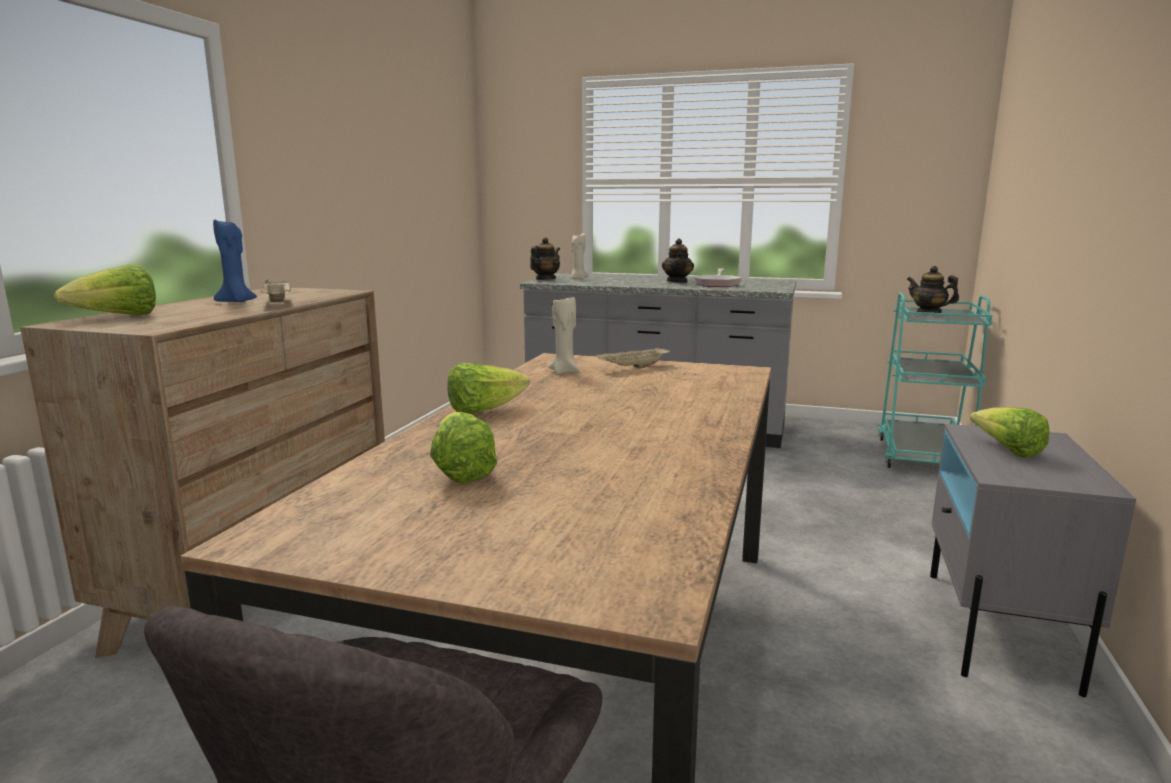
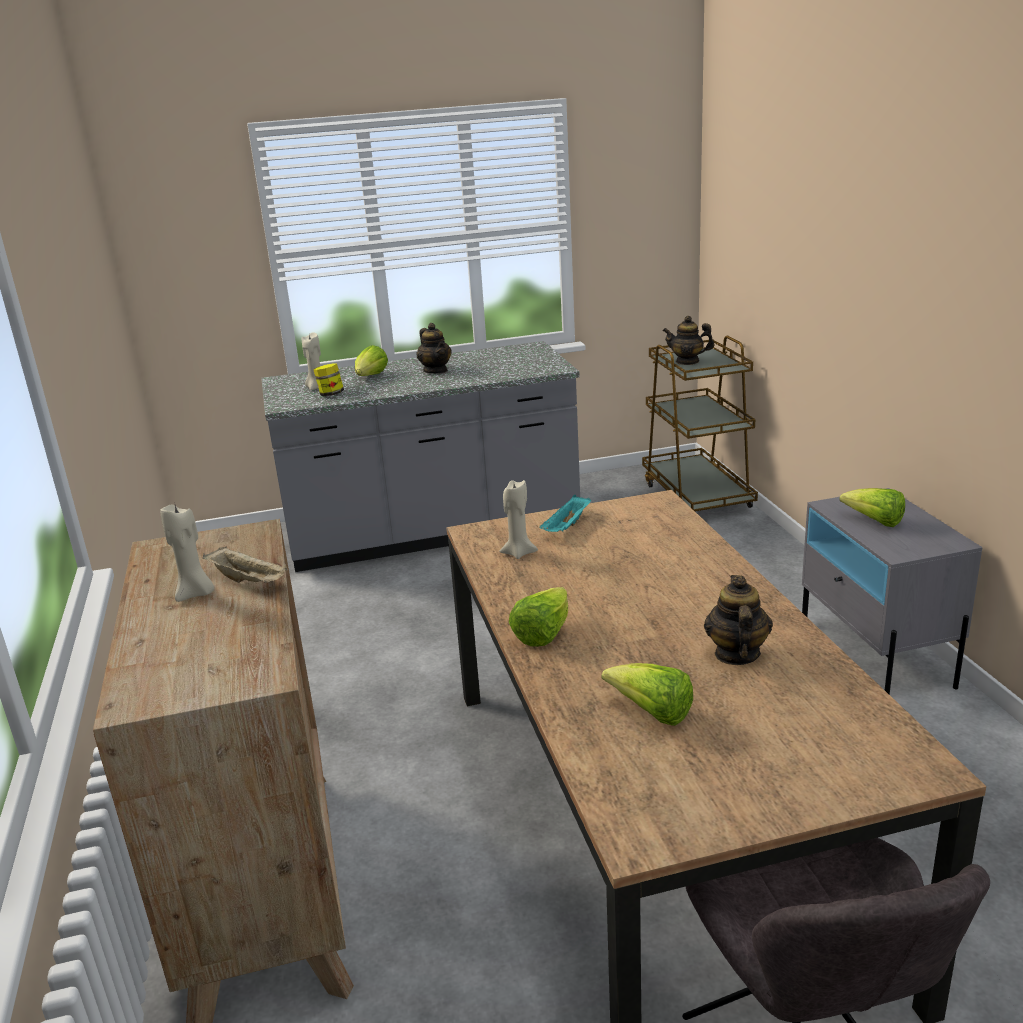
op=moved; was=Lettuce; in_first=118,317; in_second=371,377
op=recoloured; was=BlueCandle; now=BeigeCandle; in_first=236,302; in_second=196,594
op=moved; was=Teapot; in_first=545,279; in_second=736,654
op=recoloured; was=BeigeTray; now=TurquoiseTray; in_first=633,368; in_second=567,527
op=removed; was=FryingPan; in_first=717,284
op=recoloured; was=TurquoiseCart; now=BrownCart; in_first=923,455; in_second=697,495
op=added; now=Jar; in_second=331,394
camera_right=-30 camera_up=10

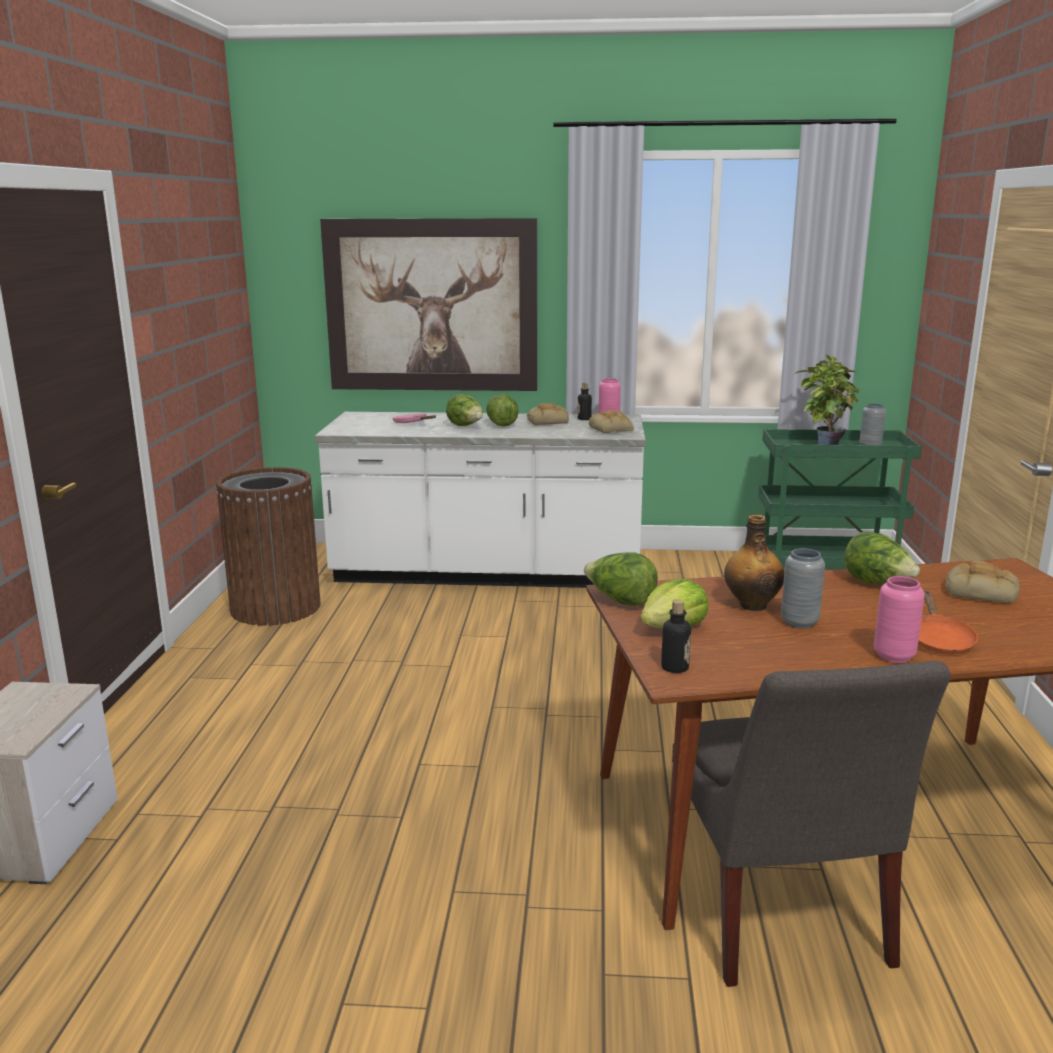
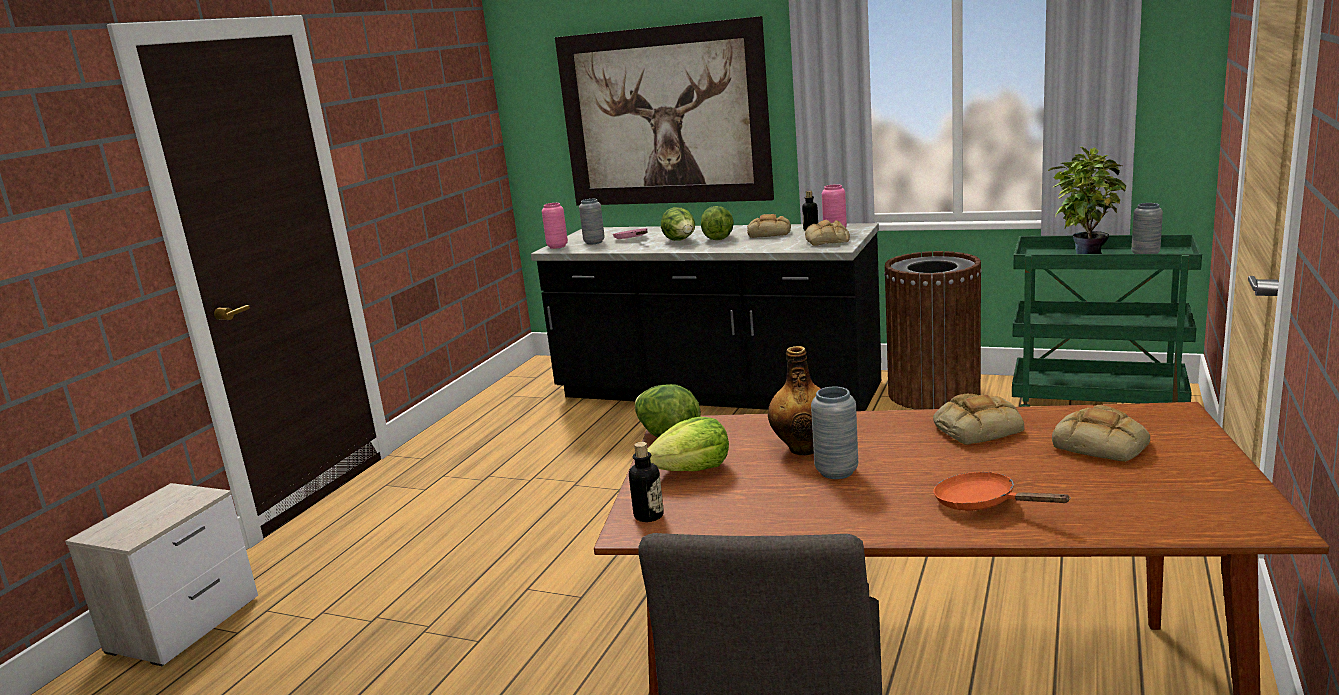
op=moved; was=BrownTrashCan; in_first=276,607; in_second=934,394
op=recoloured; was=WhiteCounter; now=BlackCounter; in_first=487,573; in_second=716,393
op=replaced; was=Lettuce; now=Bread; in_first=877,583; in_second=978,428
op=moved; was=PinkVase; in_first=894,656; in_second=557,246
op=turned; was=OrangeFryingPan; in_first=938,640; in_second=982,504; clockwise=105
op=added; now=GreyVase; in_second=594,242
camera_right=20 camera_up=0

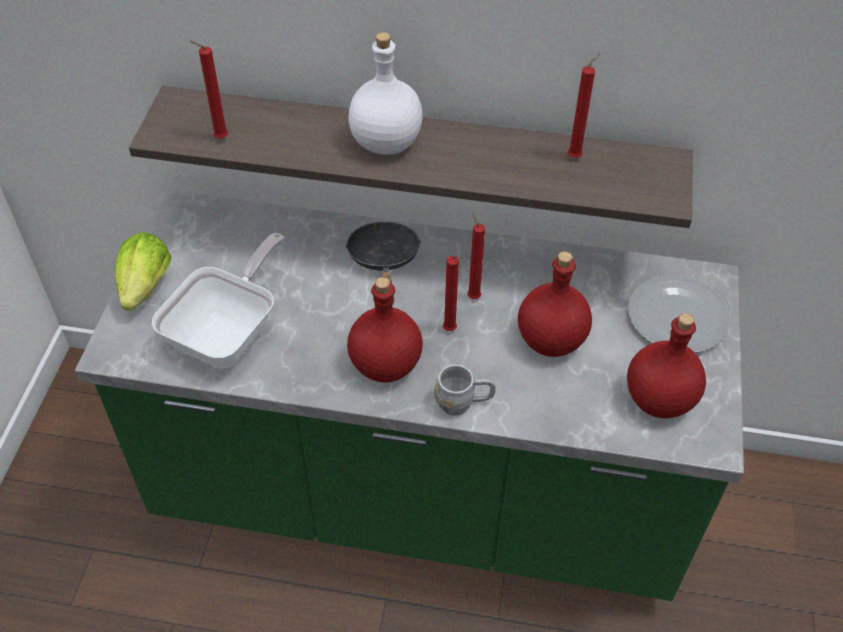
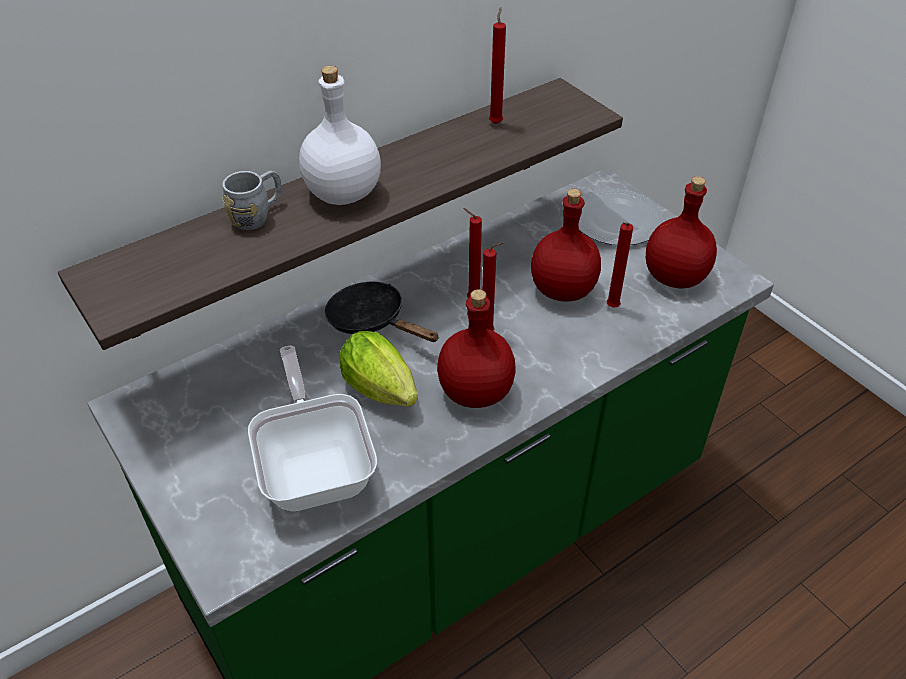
op=moved; was=Lettuce; in_first=144,291; in_second=383,392
op=moved; was=RedCandle; in_first=219,138; in_second=611,308
op=moved; was=GreyMug; in_first=463,403; in_second=258,216
camera_right=-45 camera_up=-5

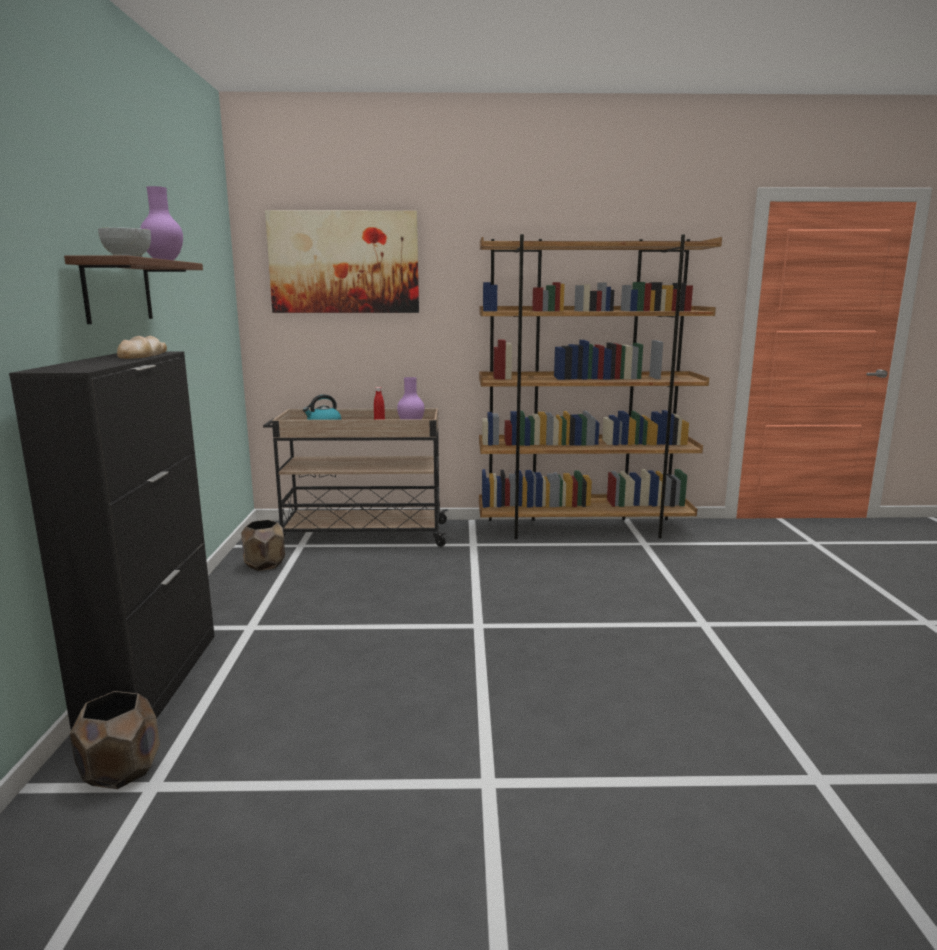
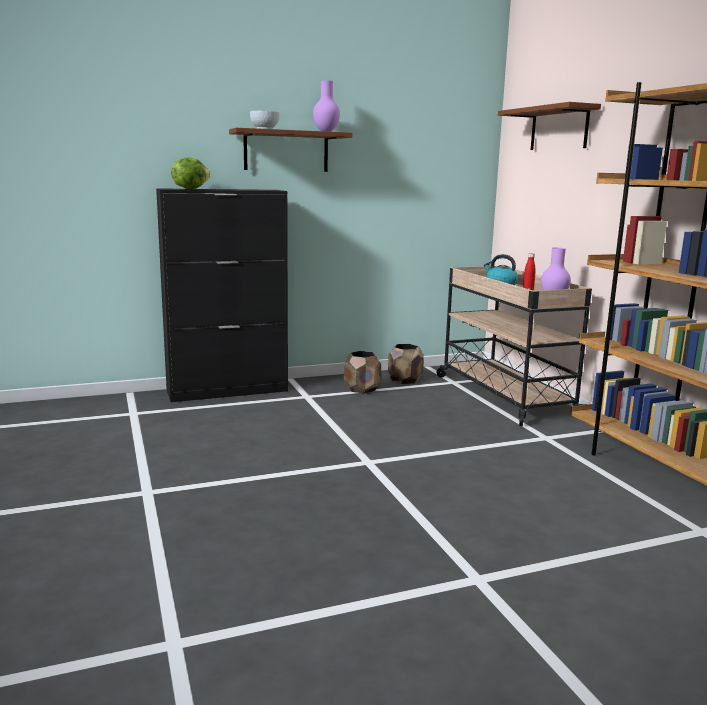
op=moved; was=BrownPlanter; in_first=121,770; in_second=362,389
op=removed; was=Bread; in_first=143,355
op=replaced; was=Picture; now=BrownShelf; in_first=344,262; in_second=559,129
op=added; now=Lettuce; in_second=190,188
camera_right=70 camera_up=0

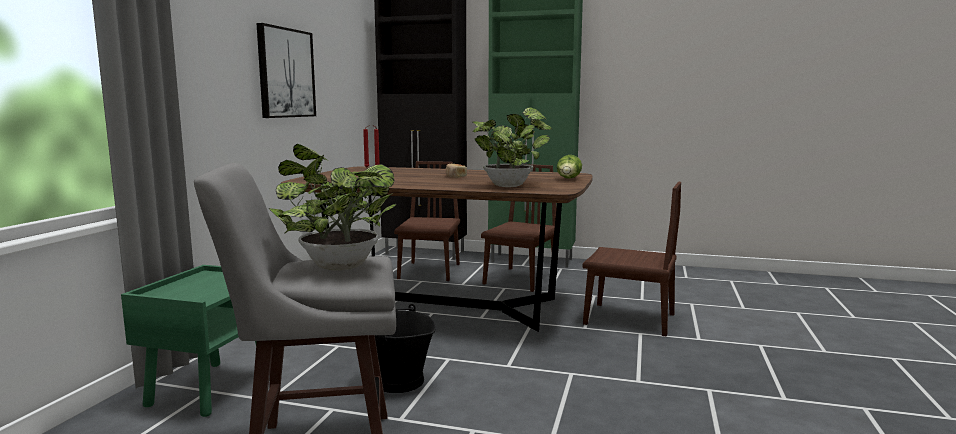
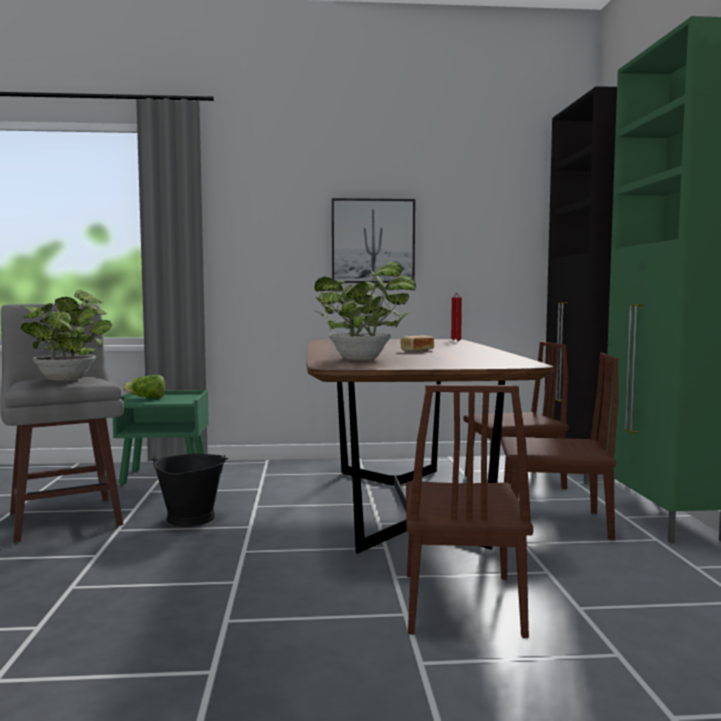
op=moved; was=Lettuce; in_first=568,179; in_second=146,398
camera_right=70 camera_up=-5

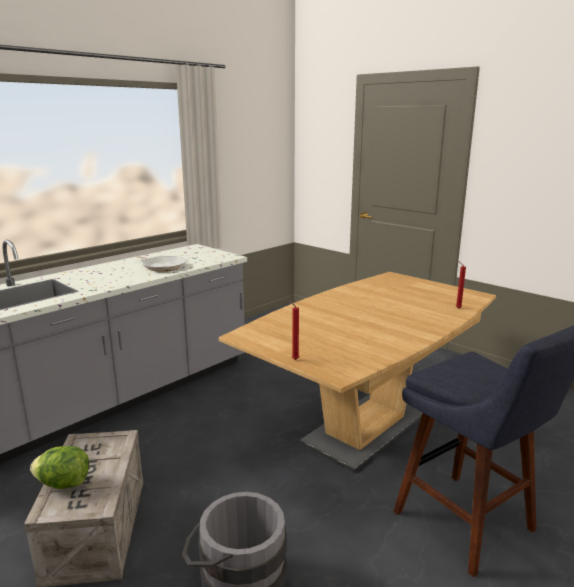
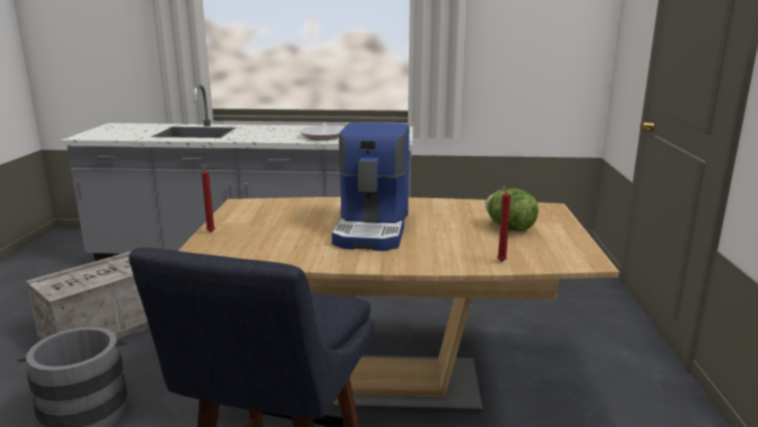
op=moved; was=Lettuce; in_first=64,484; in_second=509,228
op=added; now=CoffeeMachine; in_second=374,229
camera_right=50 camera_up=0

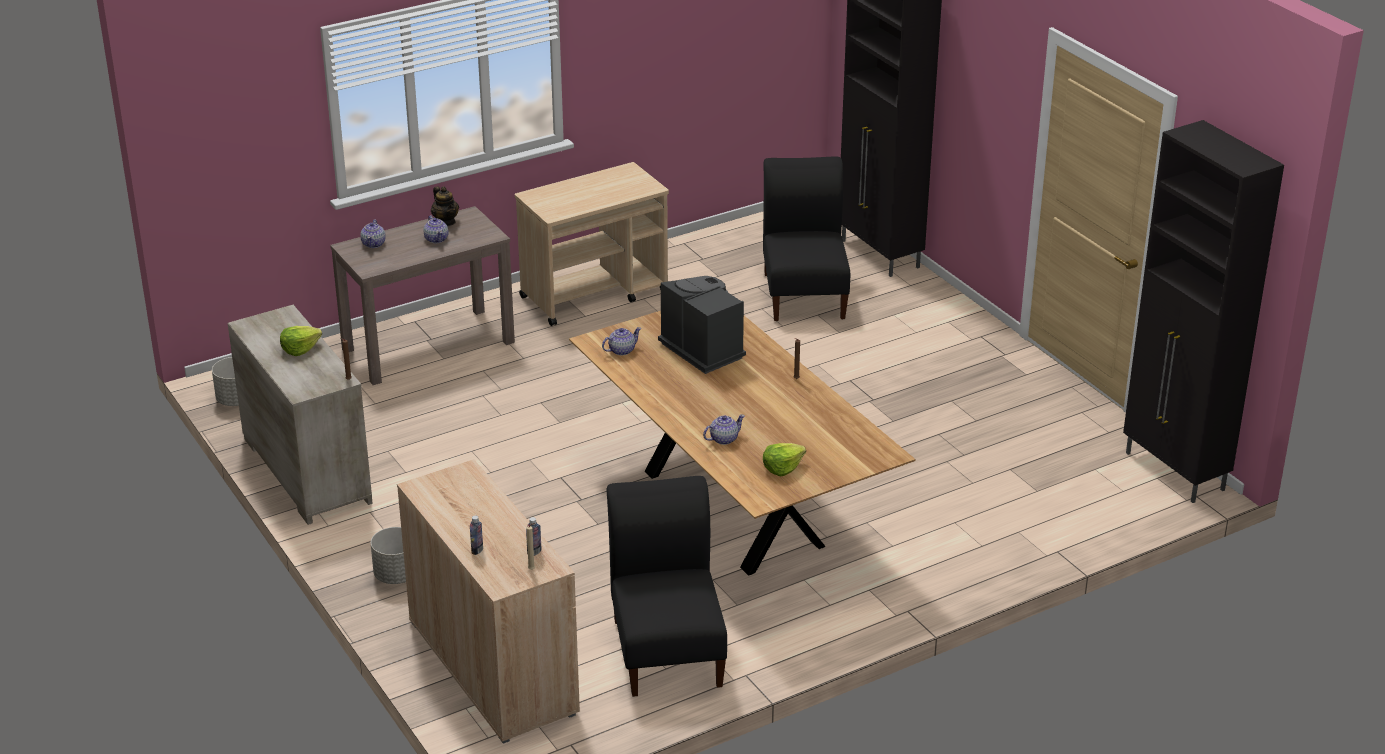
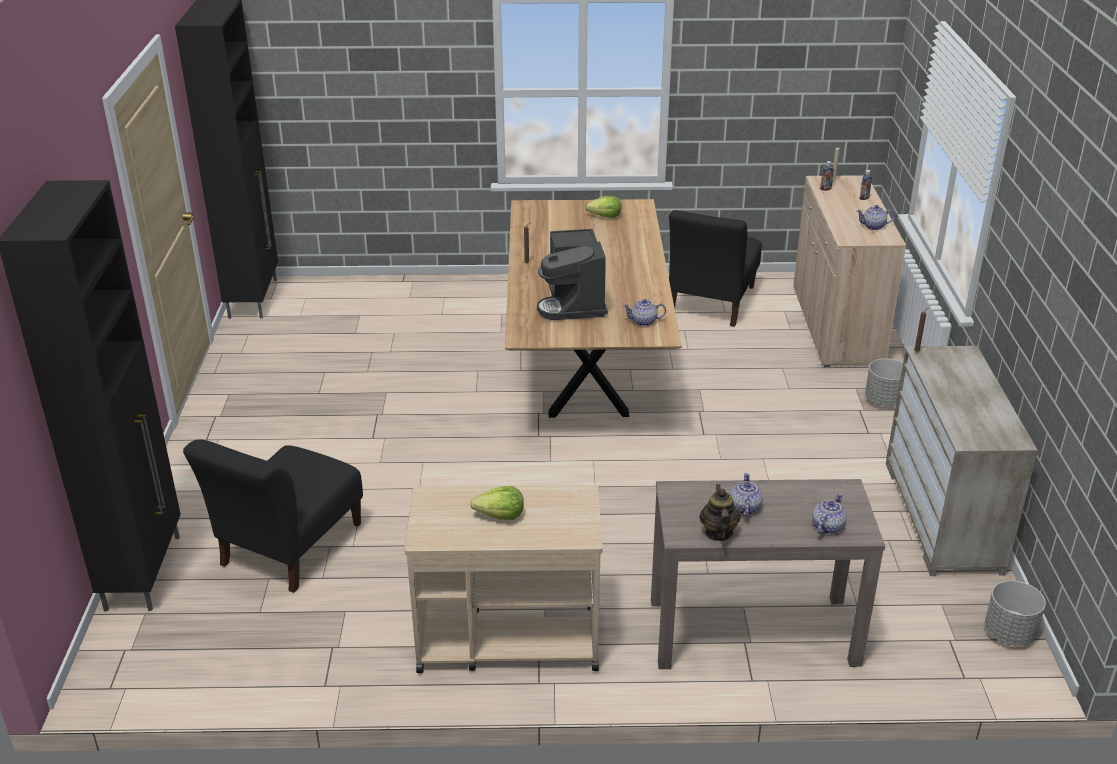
op=moved; was=Lettuce; in_first=300,349; in_second=500,515
op=moved; was=Teapot; in_first=723,439; in_second=874,226
camera_right=-150 camera_up=0

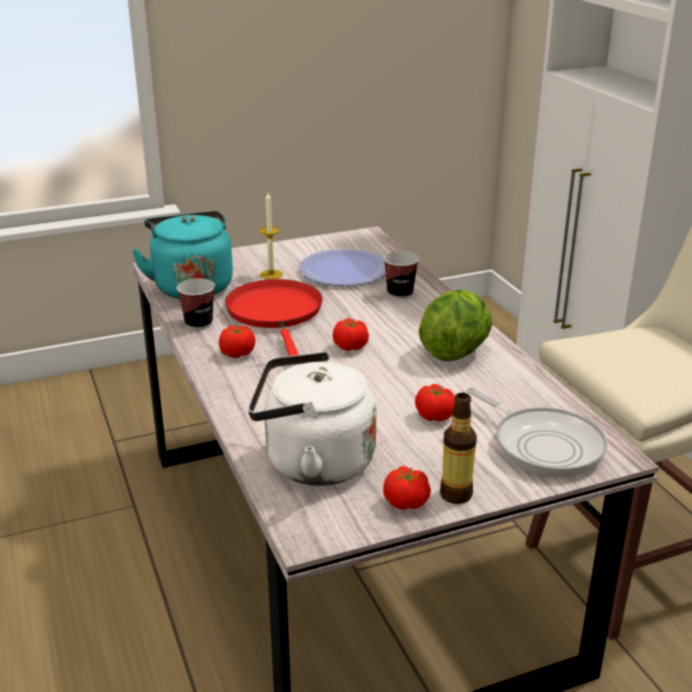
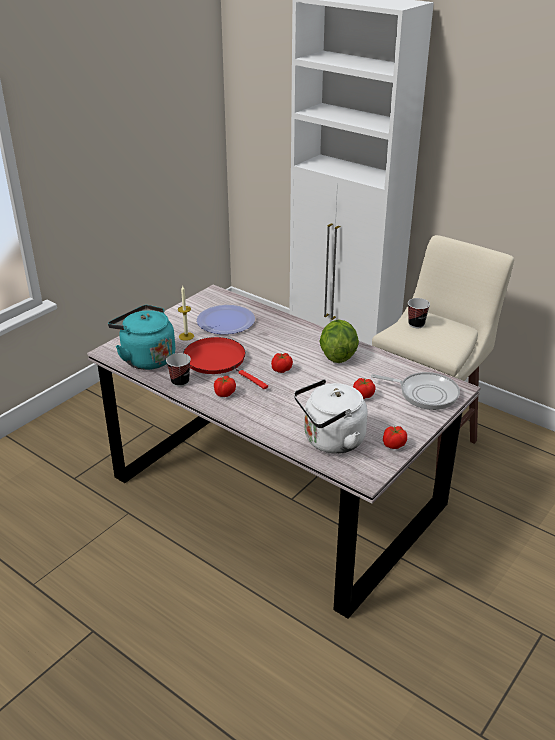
op=moved; was=Cup; in_first=400,293; in_second=416,324
op=removed; was=Bottle; in_first=455,494
camera_right=-30 camera_up=5

